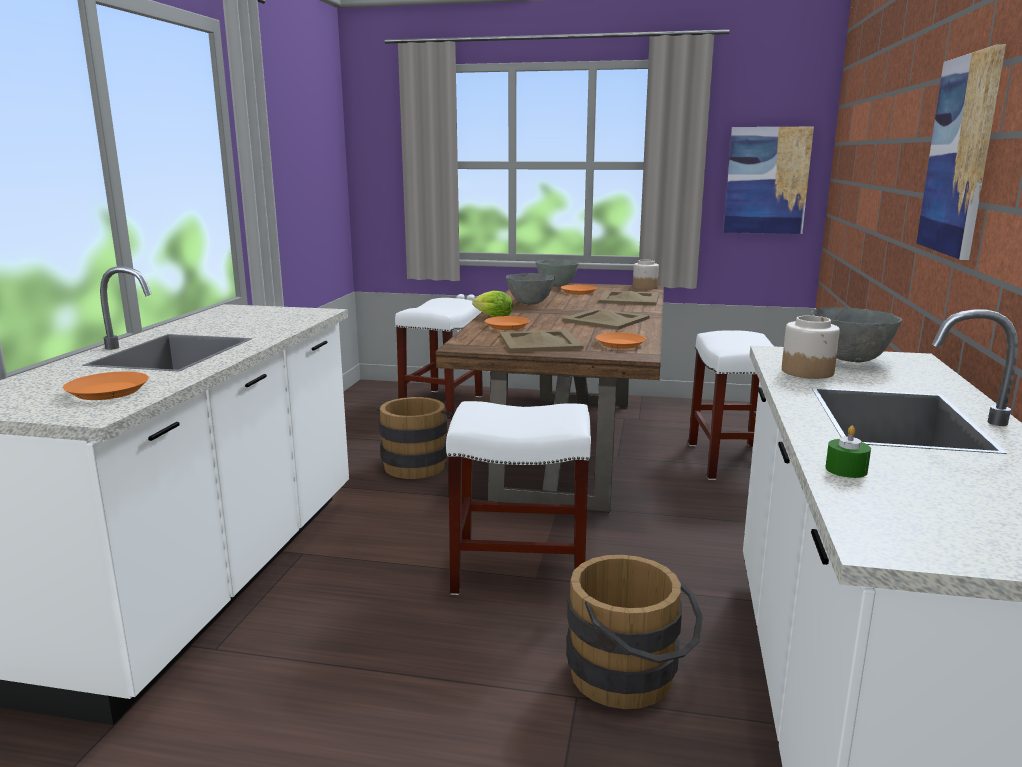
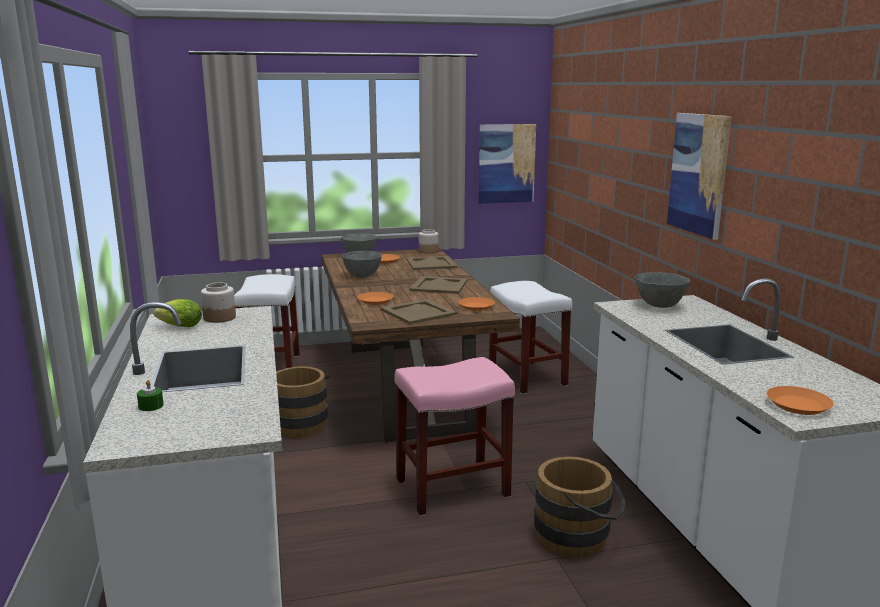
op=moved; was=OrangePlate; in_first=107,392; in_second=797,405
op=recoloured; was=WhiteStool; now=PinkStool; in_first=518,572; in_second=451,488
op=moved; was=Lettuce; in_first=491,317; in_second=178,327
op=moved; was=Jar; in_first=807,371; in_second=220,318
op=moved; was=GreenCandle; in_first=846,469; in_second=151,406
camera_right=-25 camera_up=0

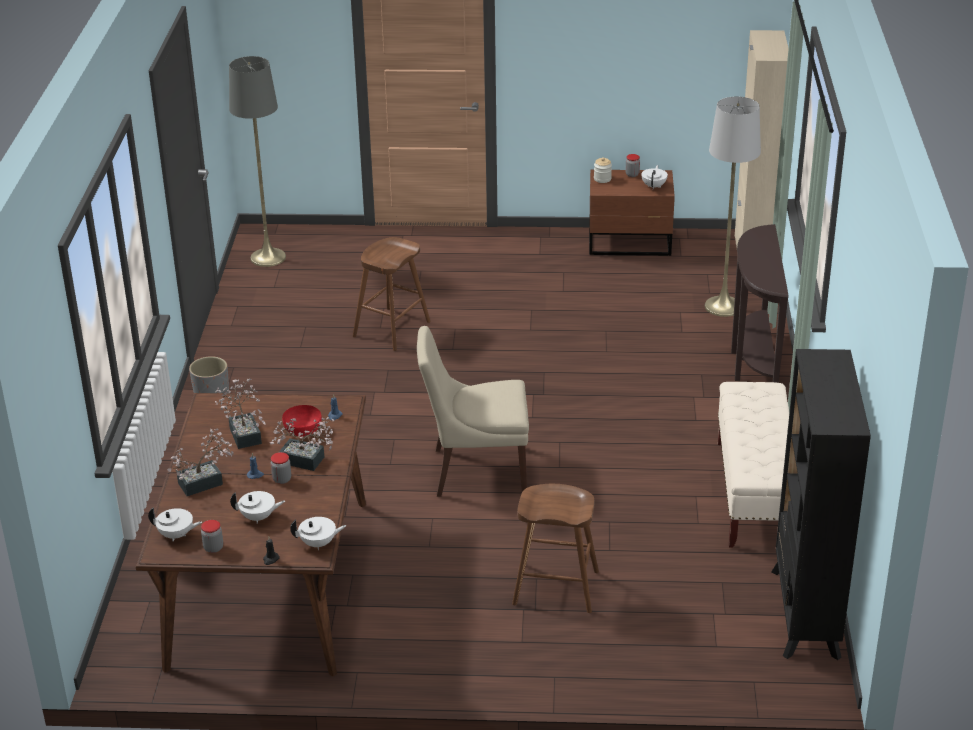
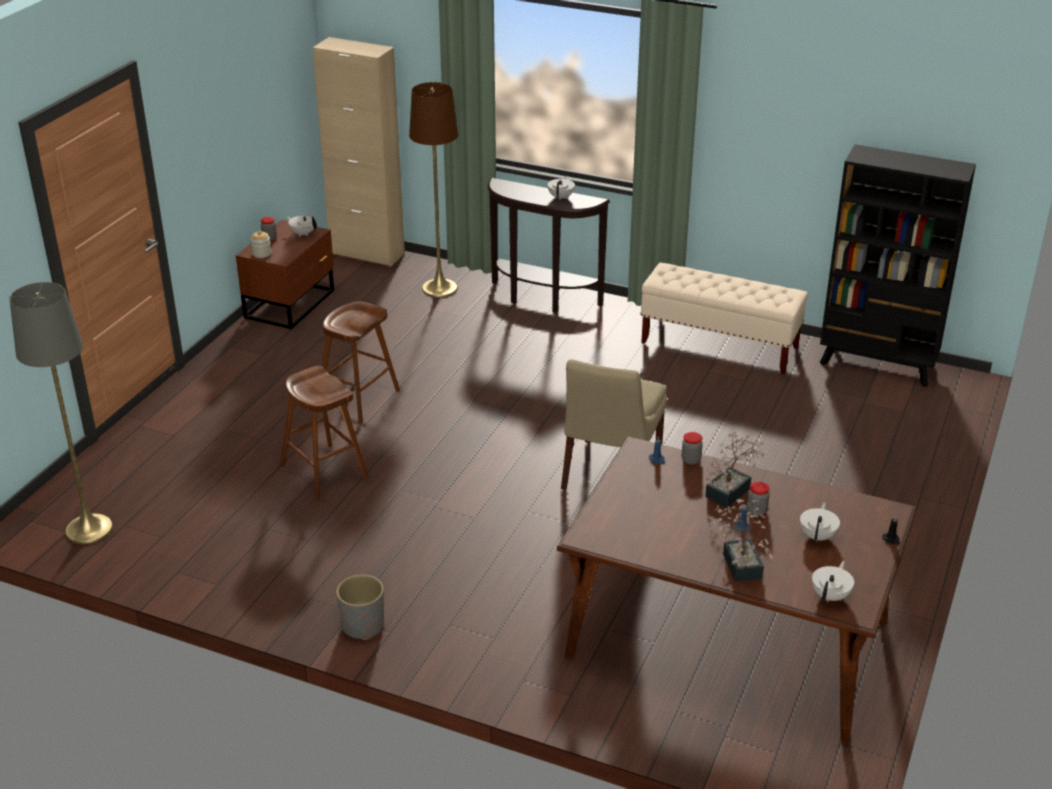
op=moved; was=Jar; in_first=213,548; in_second=691,460
op=removed; was=PottedPlant; in_first=245,433
op=removed; was=RedBowl; in_first=302,430
op=moved; was=WhiteTeapot; in_first=318,543; in_second=561,197
op=moved; was=BrownStool; in_first=555,588; in_second=358,399
op=recoloured; was=GreyFloorLamp; now=BrownFloorLamp; in_first=723,306; in_second=439,288
camera_right=-70 camera_up=0

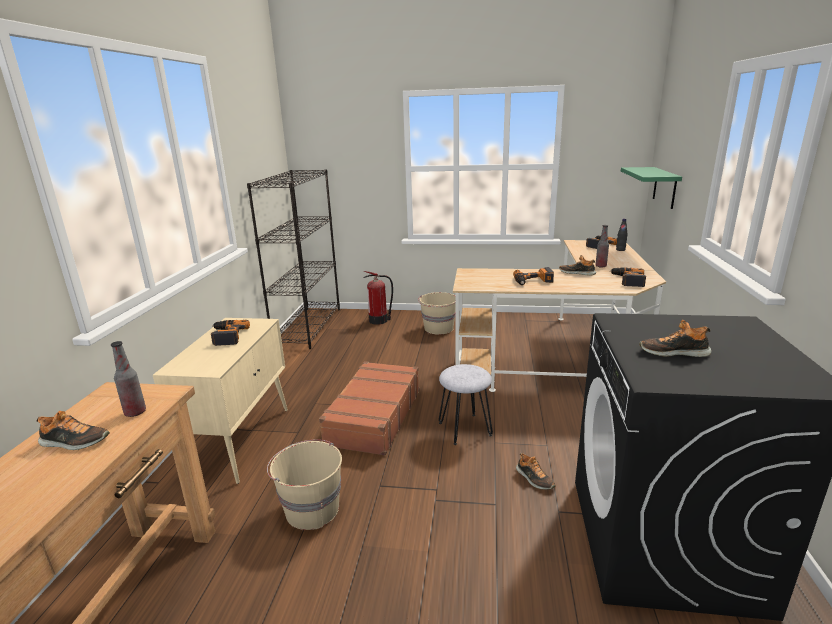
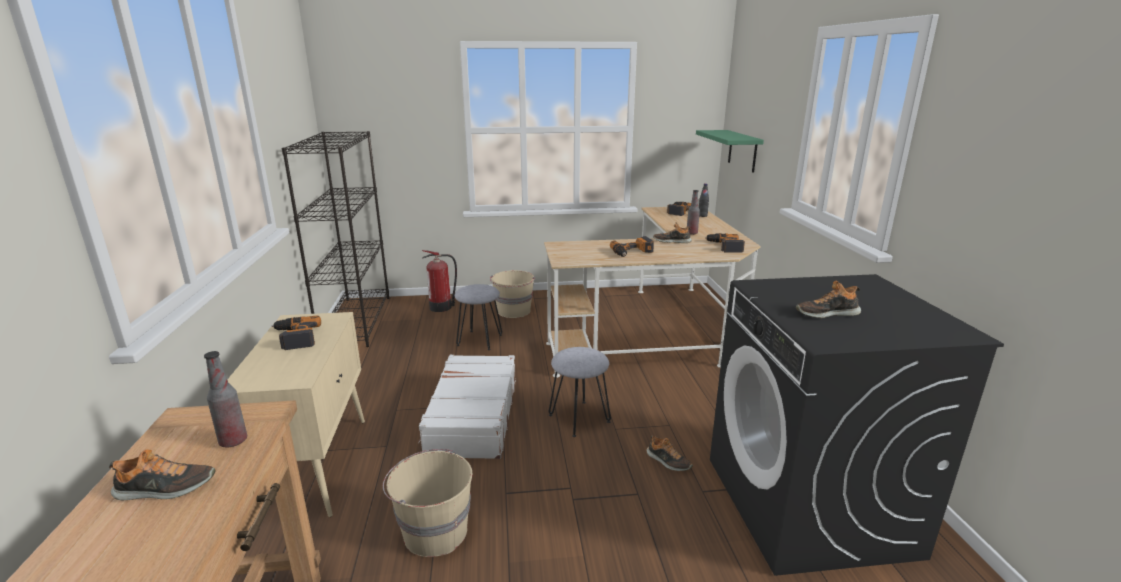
op=recoloured; was=BrownSuitcase; now=WhiteSuitcase; in_first=373,417; in_second=472,417
op=added; now=GreyStool; in_second=479,340
camera_right=-15 camera_up=0

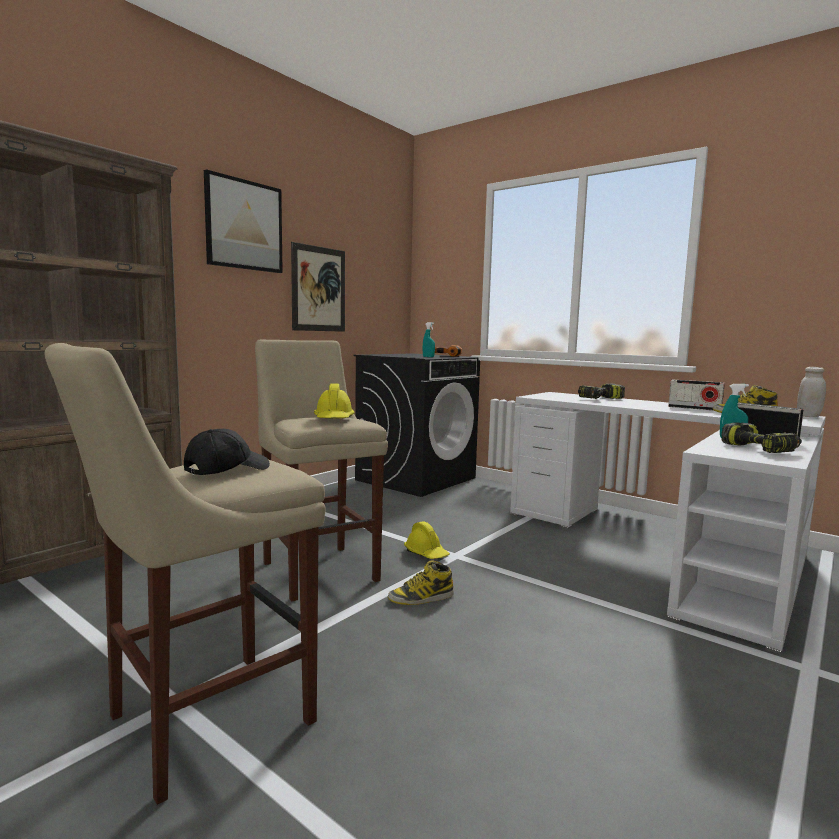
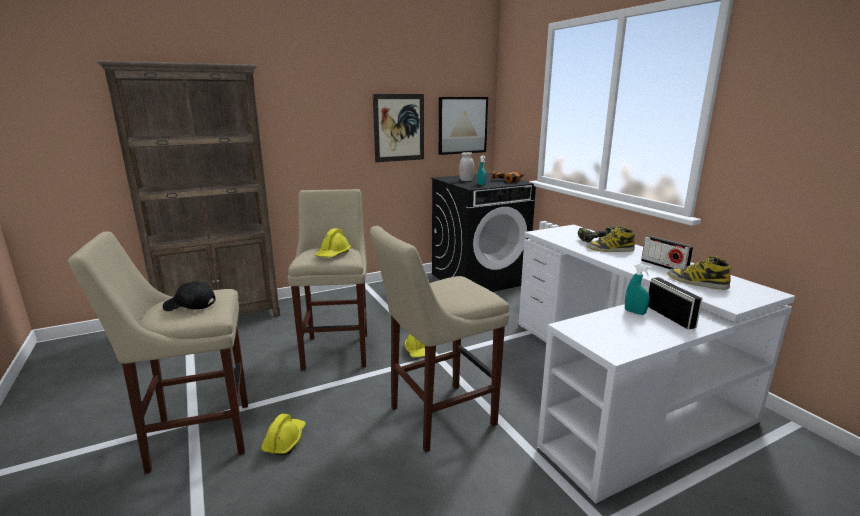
op=turned; was=BlackCap; in_first=227,470; in_second=190,306; clockwise=-150
op=moved; was=Picture; in_first=244,225; in_second=462,125
op=moved; was=Boot; in_first=421,598; in_second=610,249
op=removed; was=PowerDrill; in_first=761,449
op=moved; was=WhiteJar; in_first=808,416; in_second=466,180
op=added; now=YellowHardHat; in_second=285,440
op=added; now=BeigeStool; in_second=437,417
camera_right=25 camera_up=10

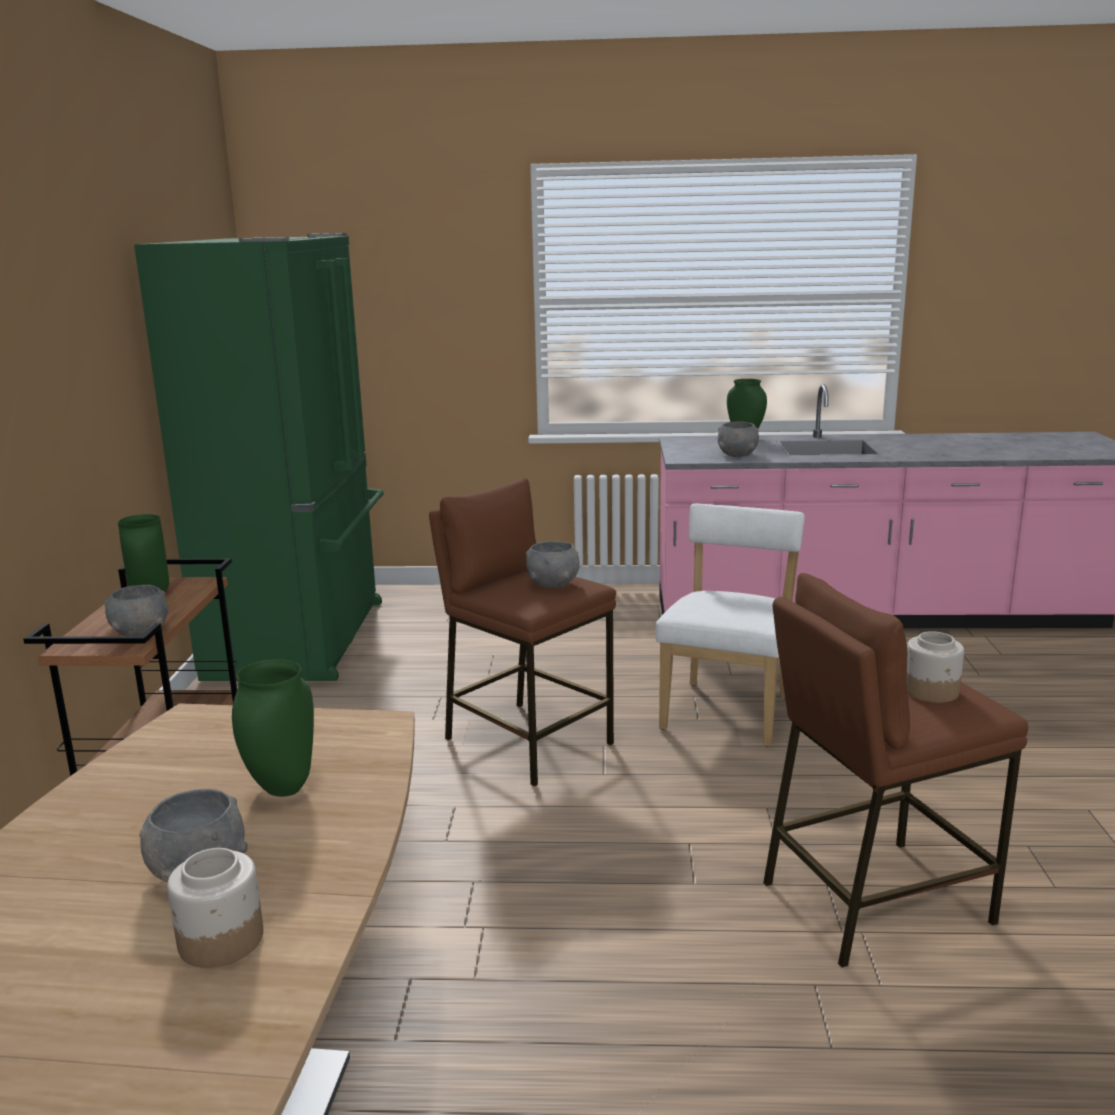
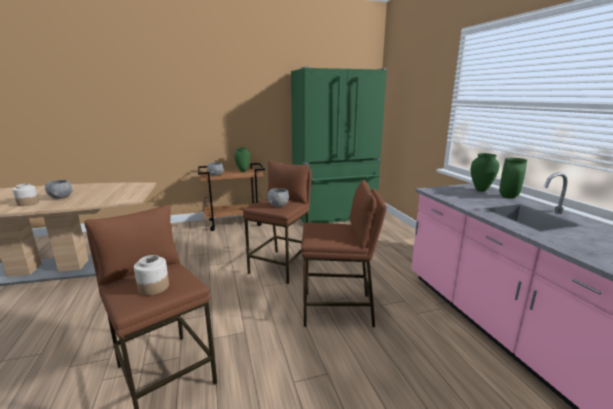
op=moved; was=GreenVase; in_first=283,789; in_second=481,190
op=replaced; was=WhiteChair; now=BrownStool; in_first=729,710; in_second=338,309
op=removed; was=GreyBowl; in_first=738,455
camera_right=70 camera_up=0

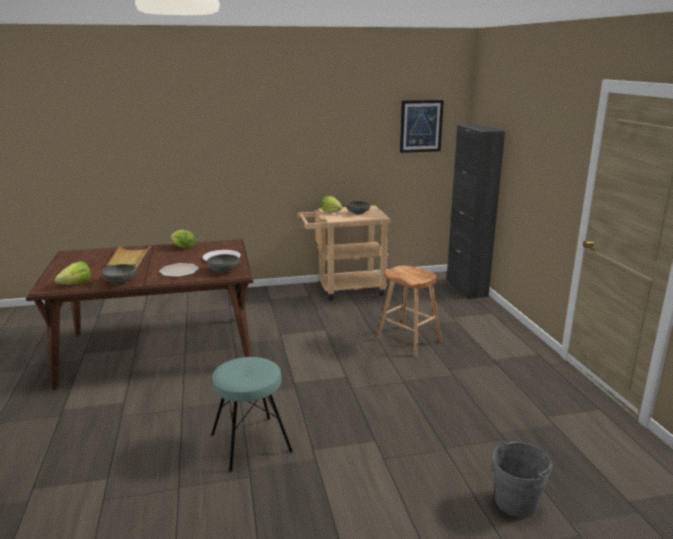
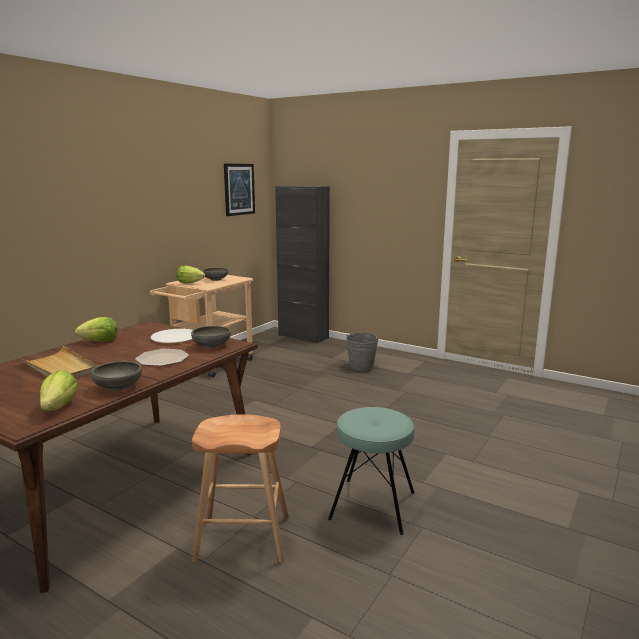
op=moved; was=BrownStool; in_first=408,340; in_second=242,538
op=moved; was=GreyBucket; in_first=516,502; in_second=361,366
camera_right=-45 camera_up=-5

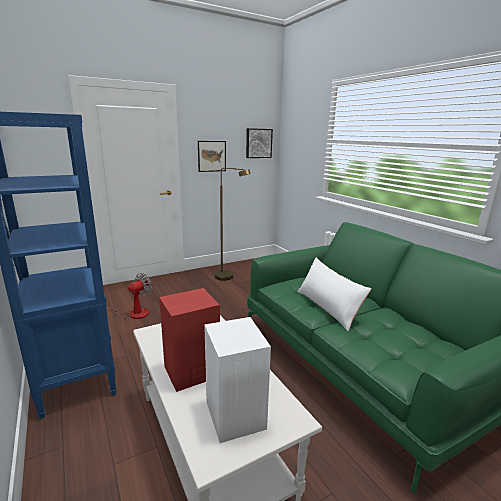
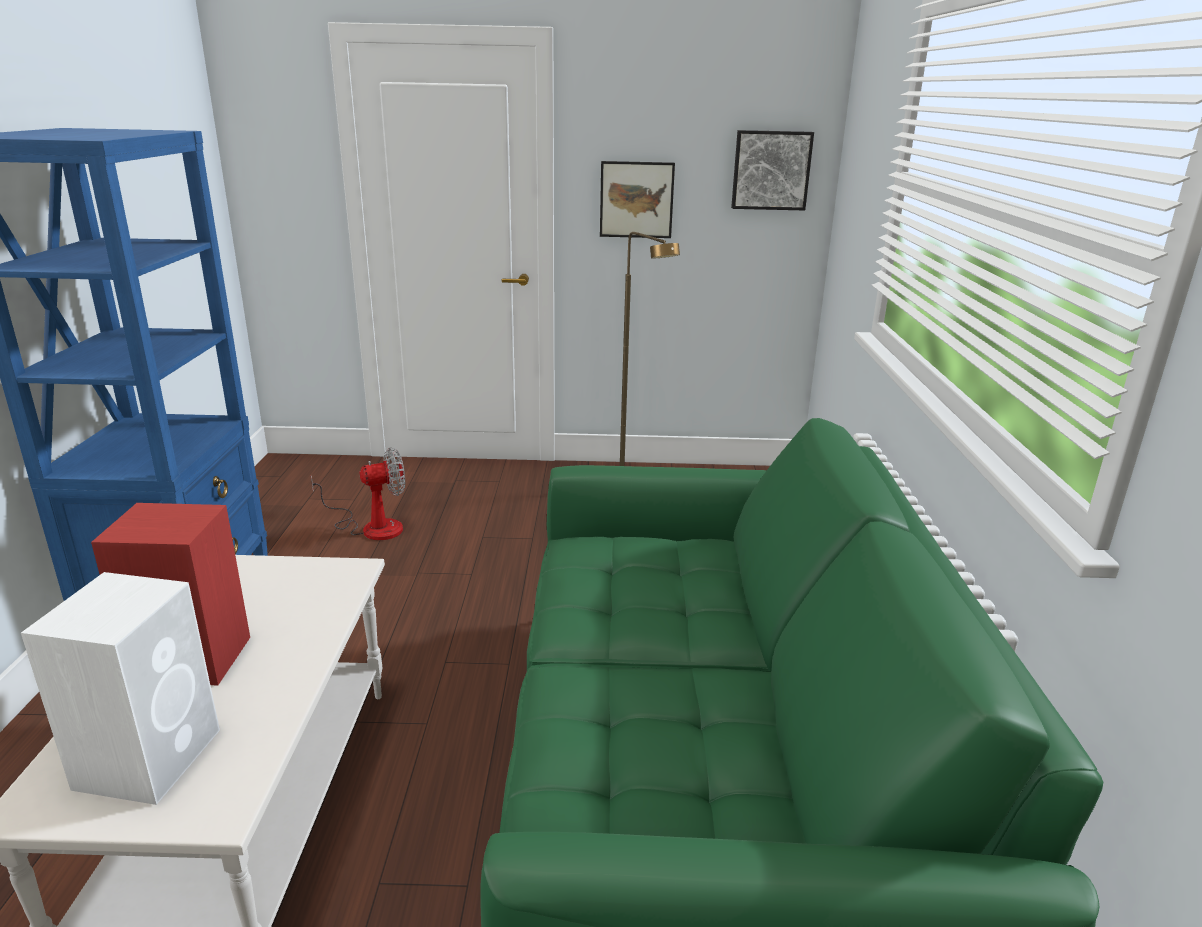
op=removed; was=WhitePillow; in_first=328,307
camera_right=30 camera_up=5

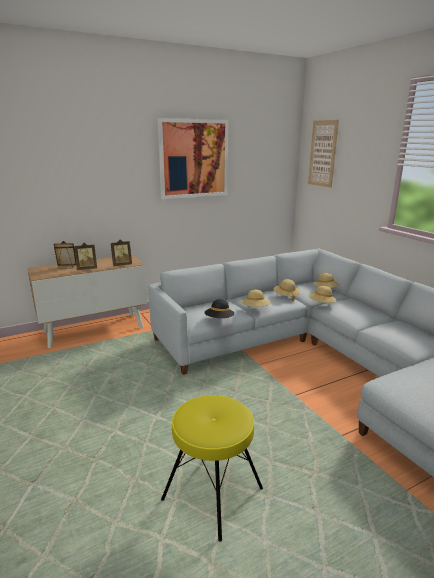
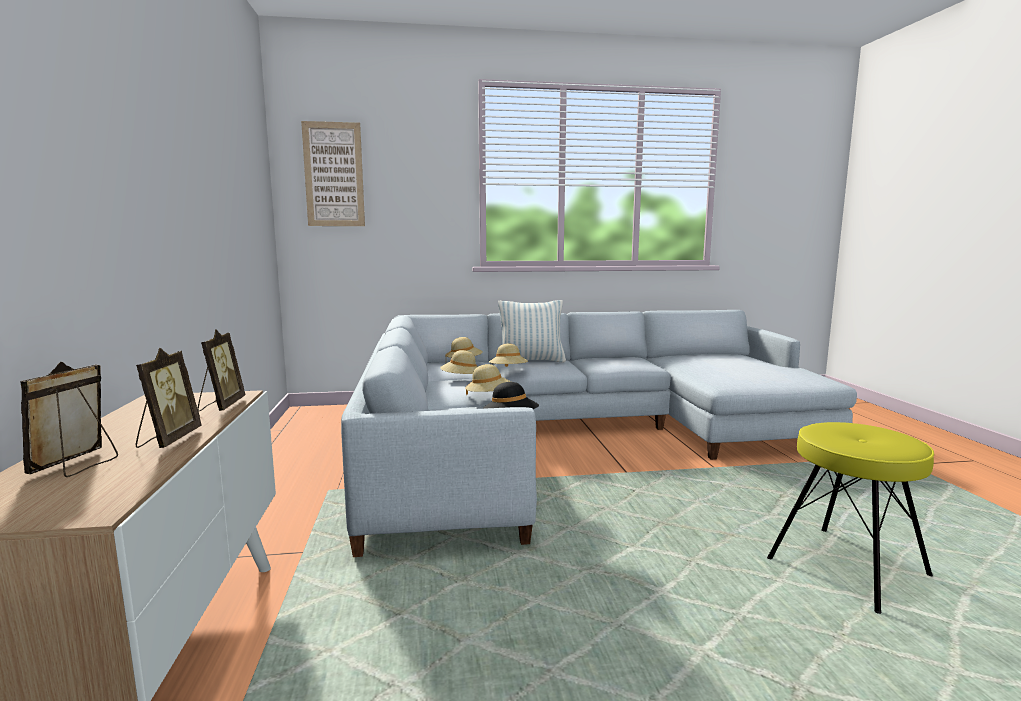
op=removed; was=Picture; in_first=194,159
op=added; now=Pillow; in_second=531,361
camera_right=-70 camera_up=-10

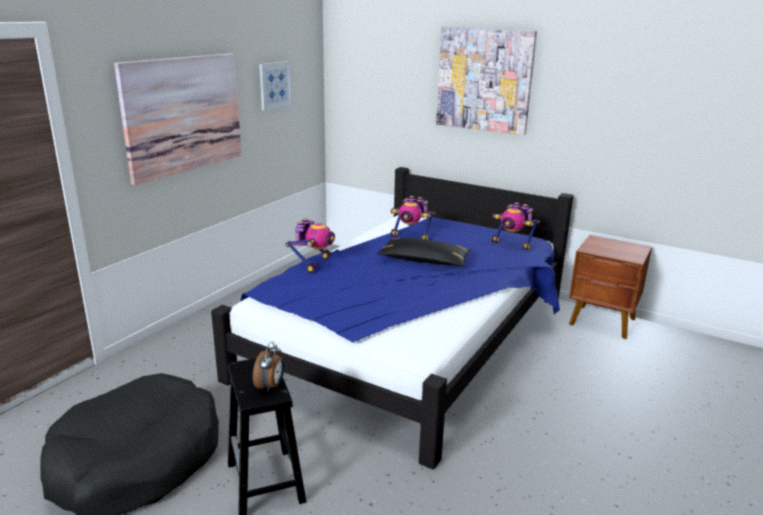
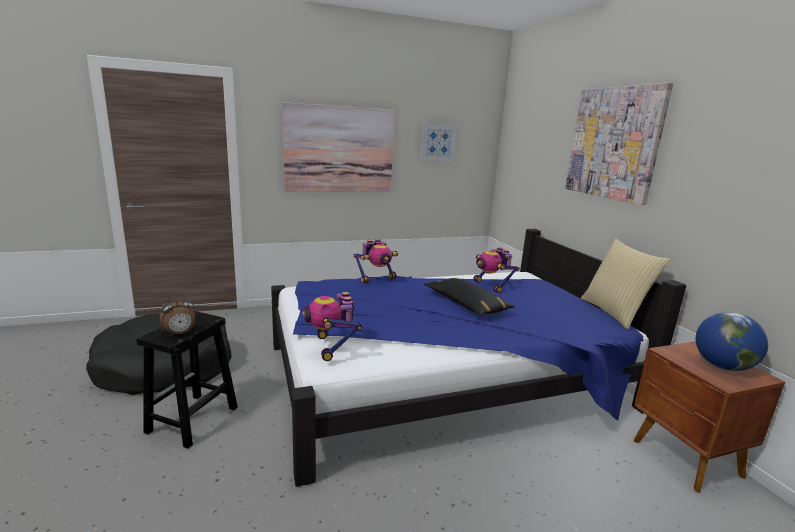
op=moved; was=ToyRobot; in_first=512,244; in_second=332,347
op=added; now=BeigePillow; in_second=613,313
op=added; now=Globe; in_second=722,366
camera_right=40 camera_up=-5

